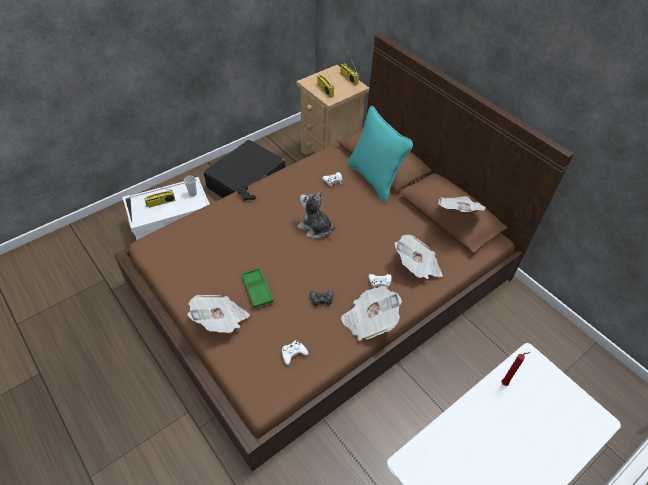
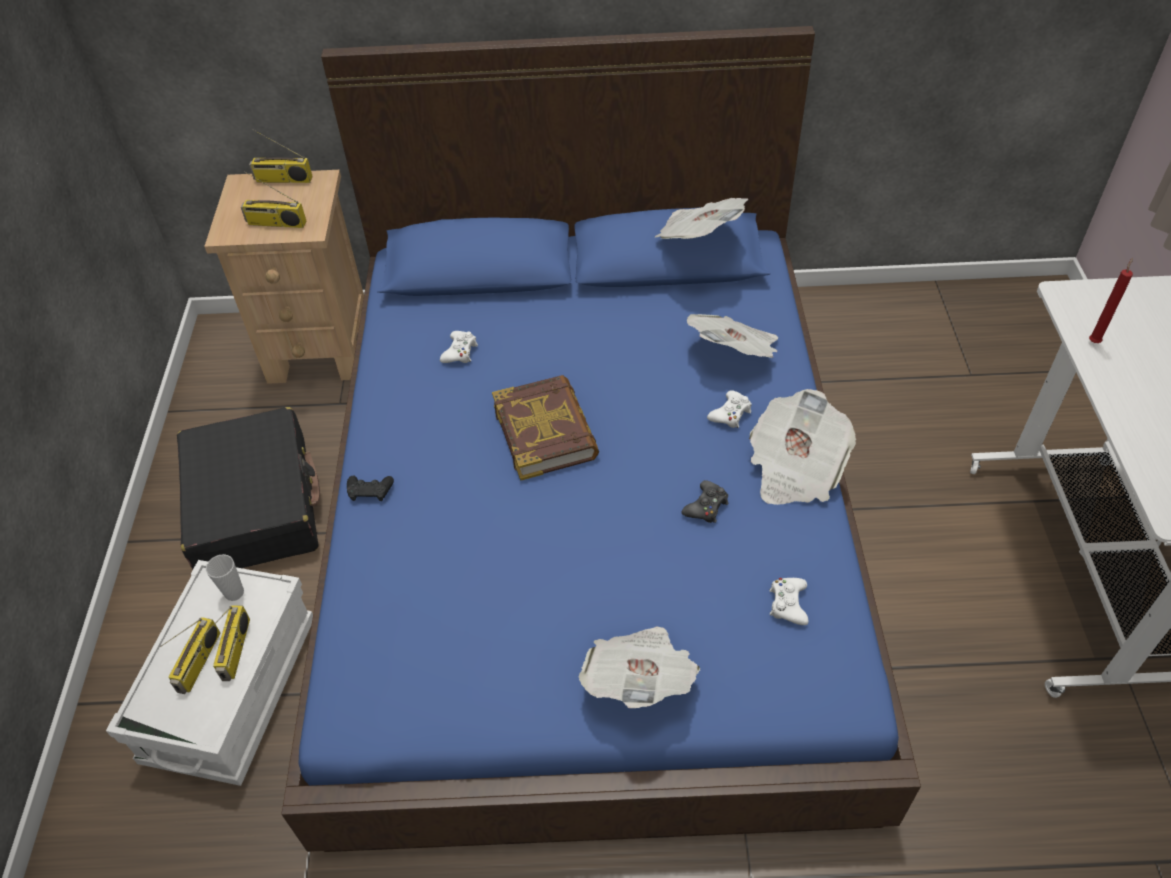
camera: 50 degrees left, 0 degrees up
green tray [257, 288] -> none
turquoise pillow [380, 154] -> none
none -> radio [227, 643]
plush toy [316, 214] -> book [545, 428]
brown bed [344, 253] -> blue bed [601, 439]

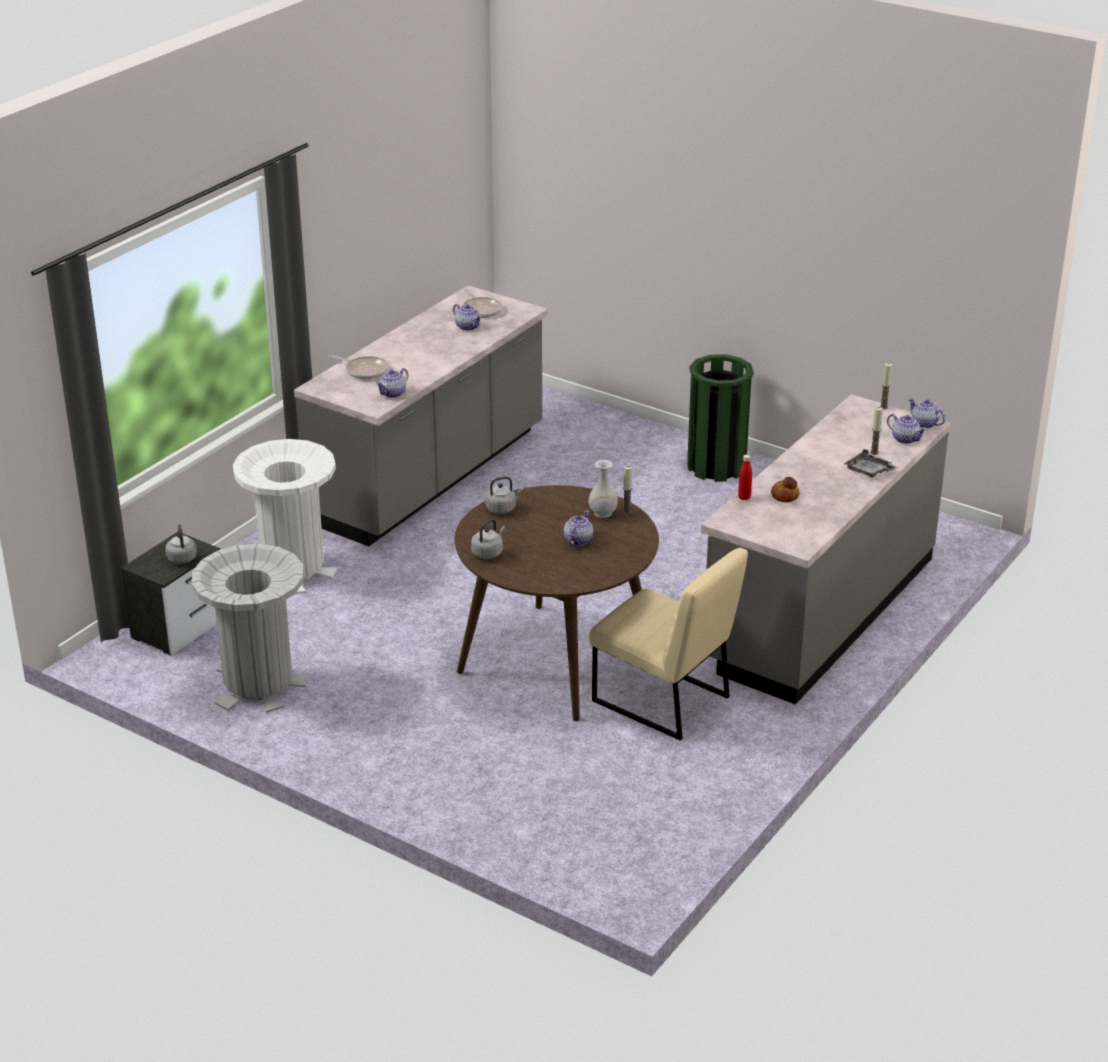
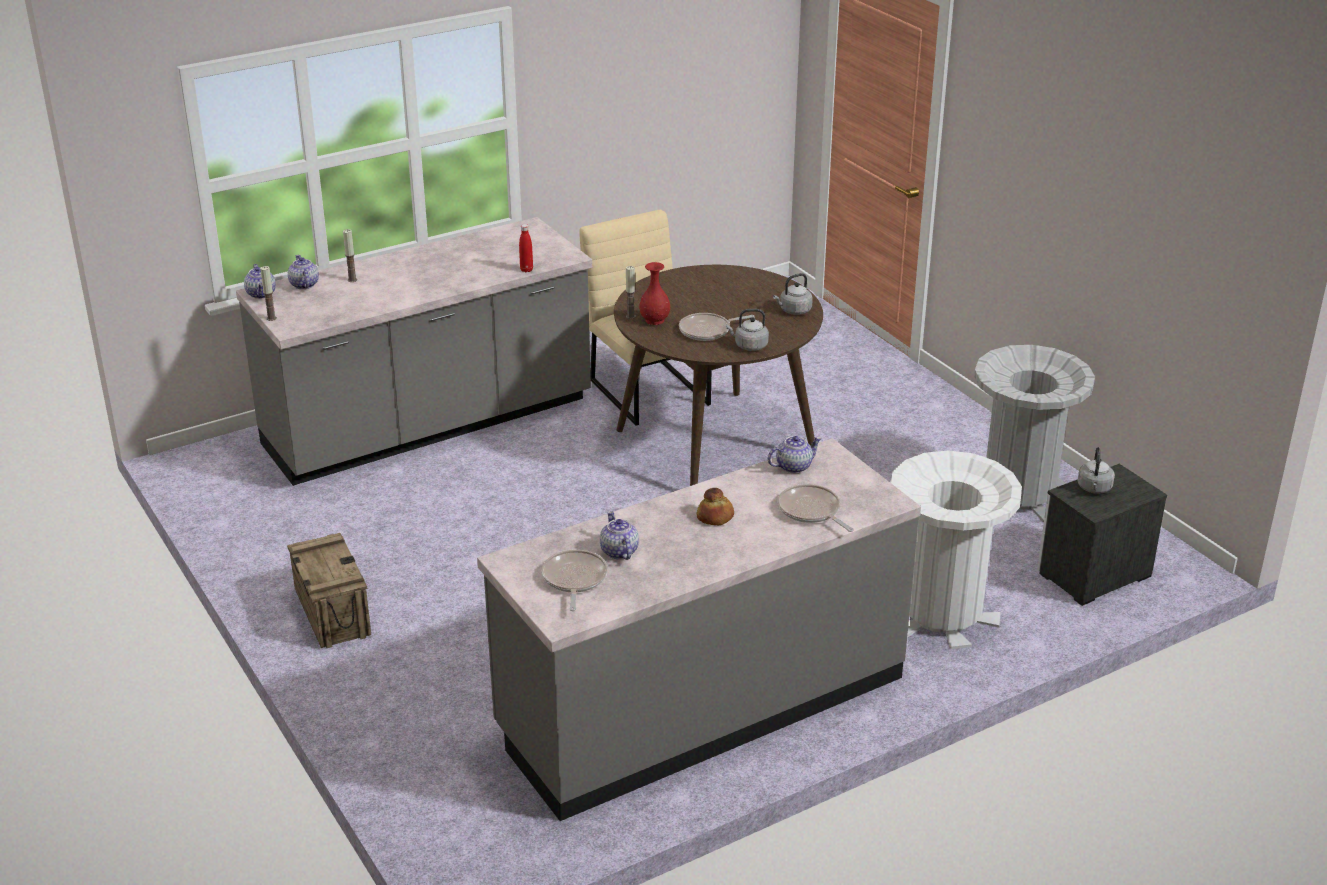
camera: 155 degrees left, 0 degrees up
teapot [578, 528] -> none
grey tray [871, 463] -> none
none -> frying pan [717, 327]
bread [785, 489] -> bread [715, 506], relocated
green trash can [720, 418] -> crate [329, 590]
white vase [603, 489] -> red vase [654, 293]

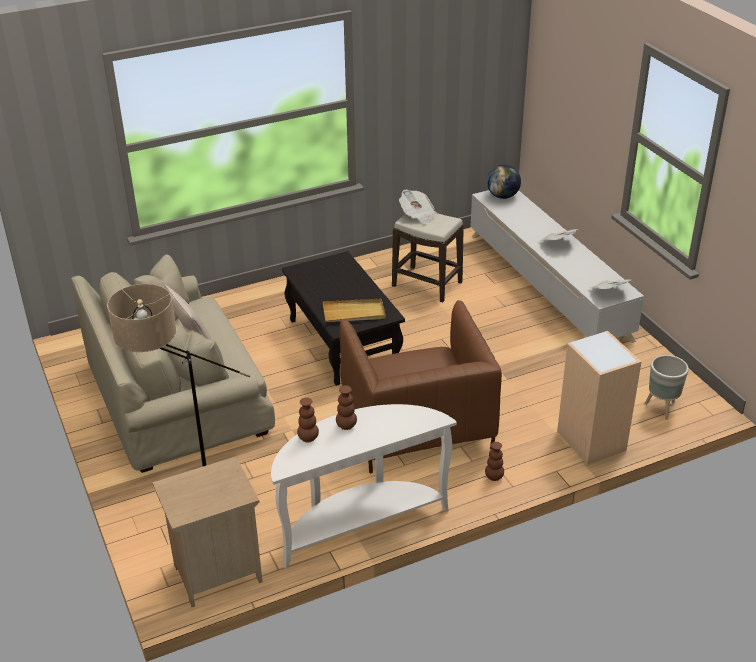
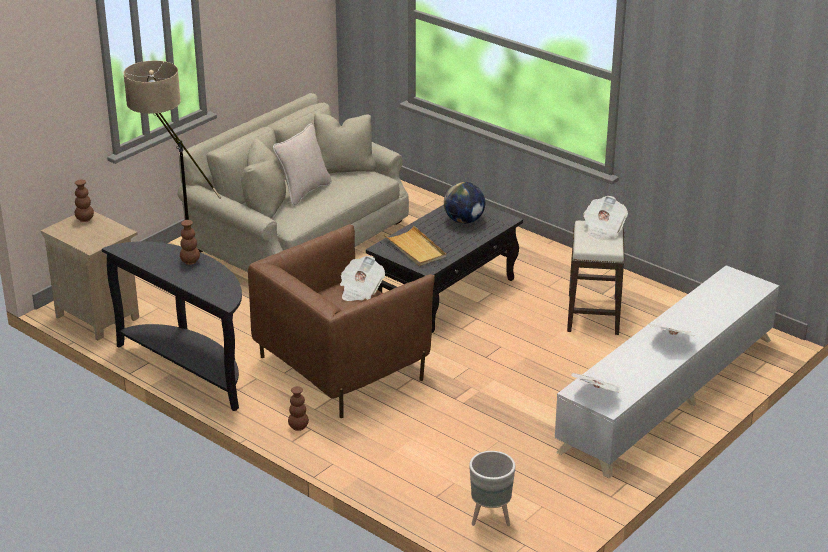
camera: 65 degrees right, 5 degrees down
bookcase [599, 398] -> none
none -> newspaper [362, 278]
brown vase [308, 420] -> brown vase [84, 201], relocated
globe [504, 182] -> globe [464, 203], relocated
white console table [364, 486] -> black console table [172, 326]

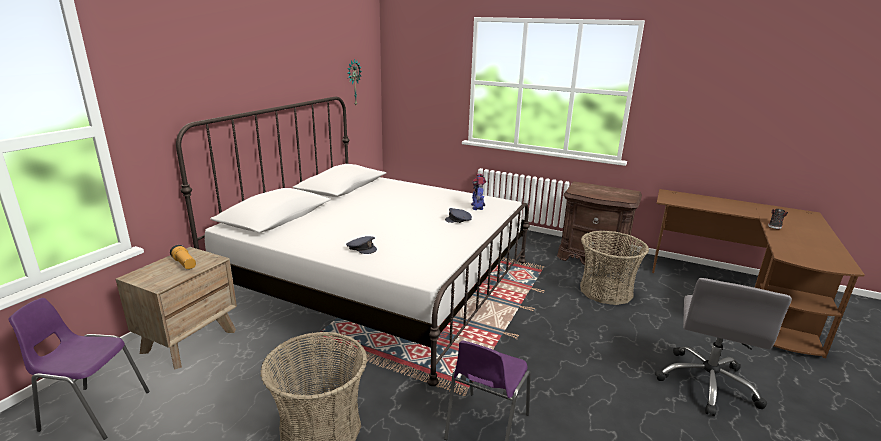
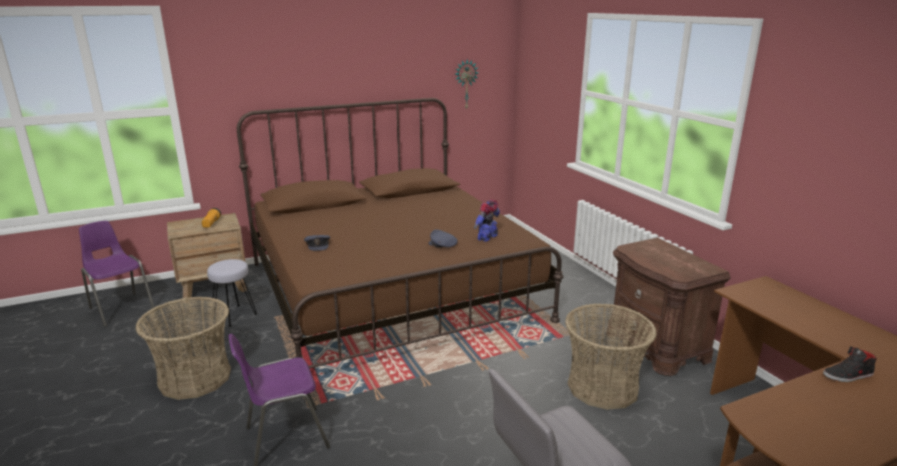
camera: 40 degrees right, 0 degrees up
none -> grey stool [232, 293]
white bed [353, 241] -> brown bed [400, 233]

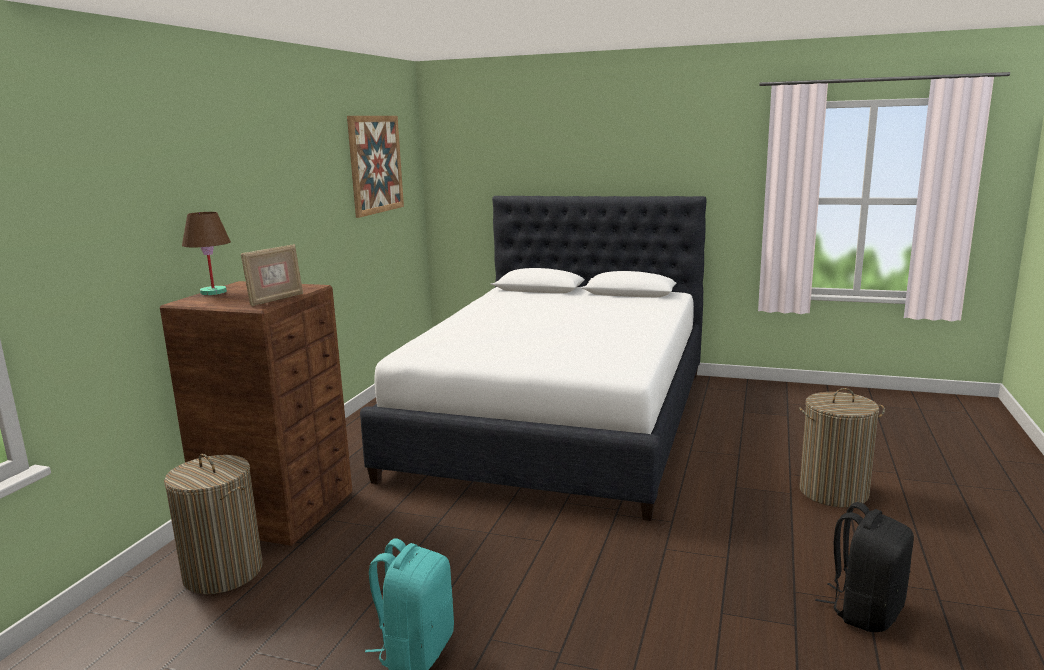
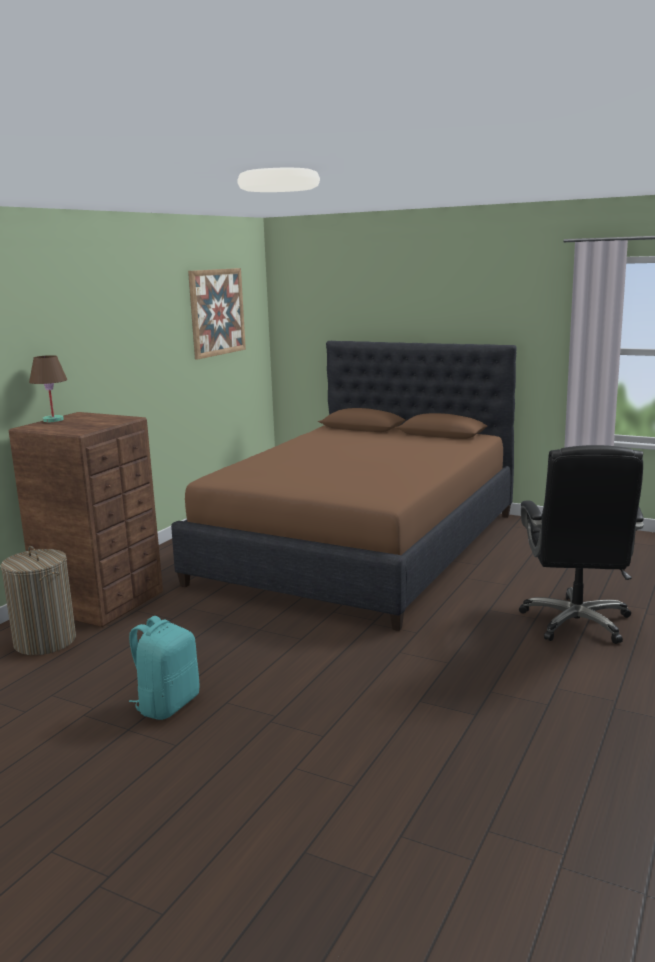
camera: 10 degrees right, 0 degrees up
picture frame [272, 275] -> none
black backpack [864, 567] -> none
laundry basket [842, 447] -> black office chair [581, 544]
white bed [533, 358] -> brown bed [344, 486]

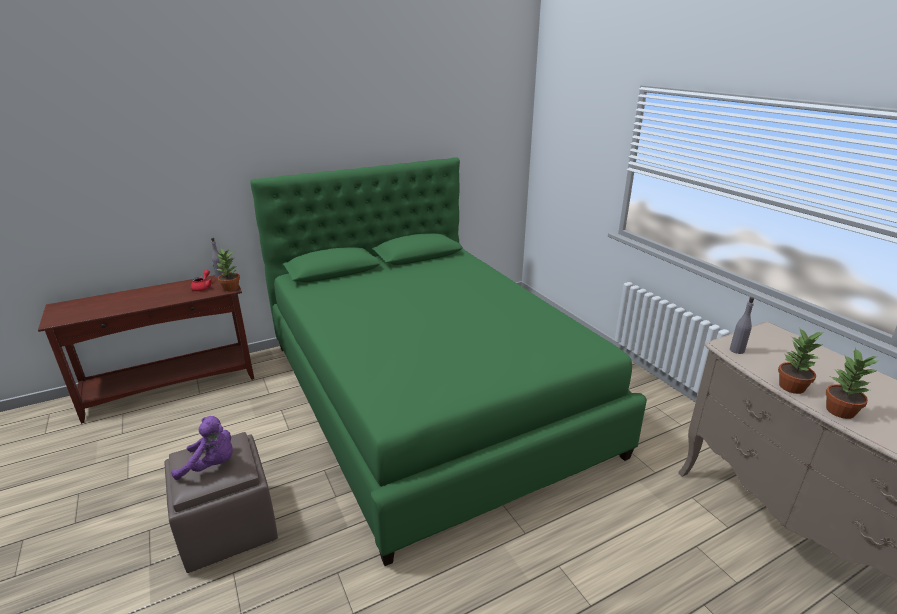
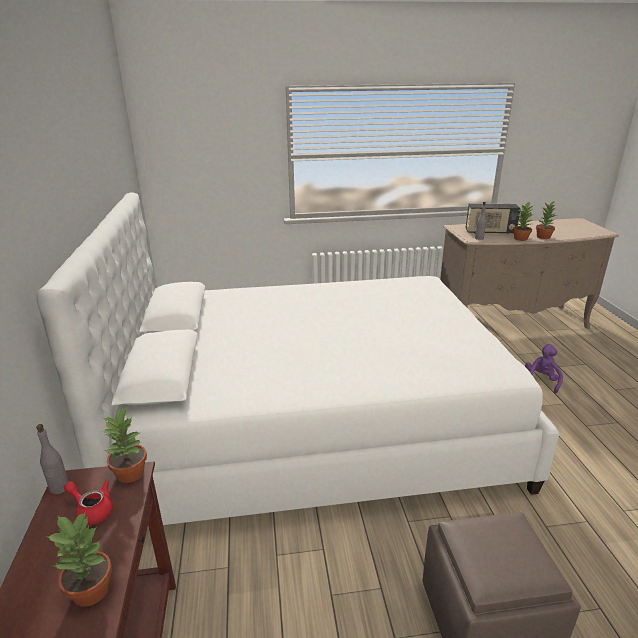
camera: 70 degrees left, 0 degrees up
none -> potted plant [79, 559]
none -> radio [493, 218]
purple plush toy [202, 448] -> purple plush toy [544, 369], relocated
green bed [448, 361] -> white bed [297, 358]

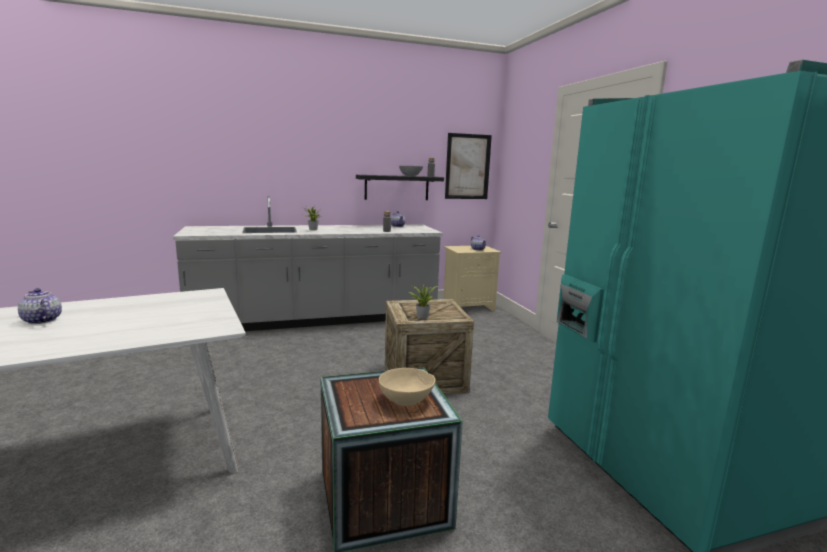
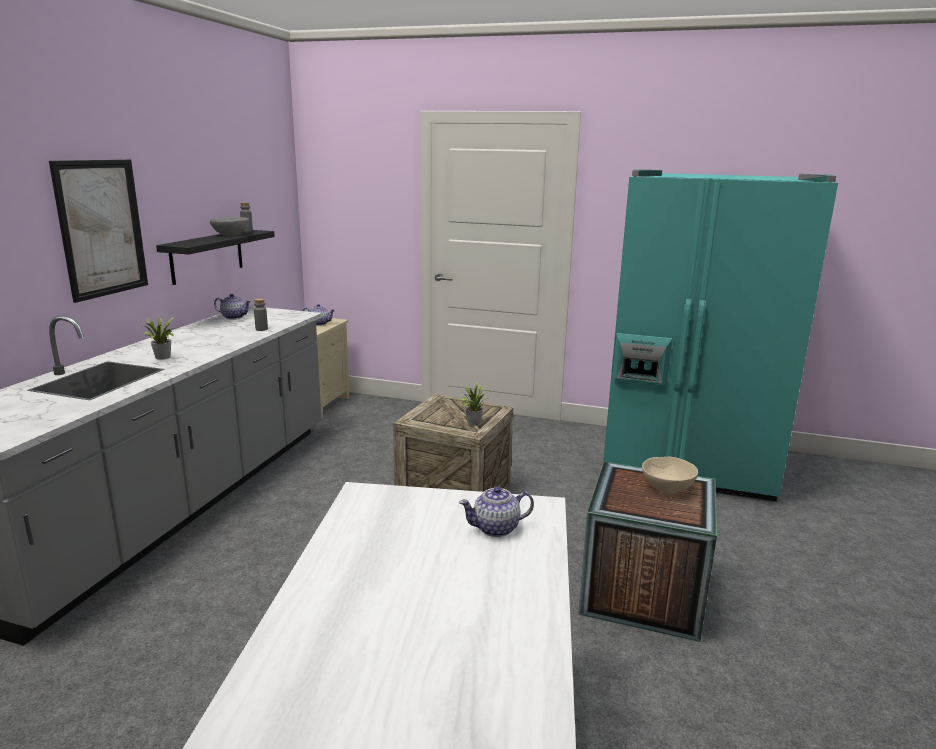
camera: 55 degrees left, 5 degrees up
teapot [40, 306] -> teapot [496, 511], relocated
picture [468, 166] -> picture [98, 231], relocated

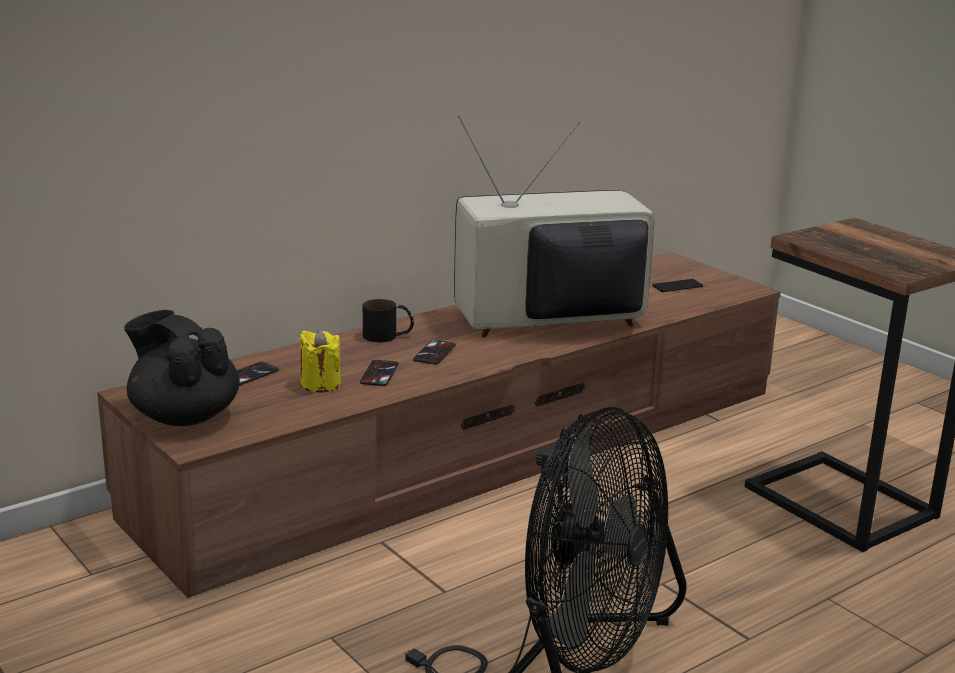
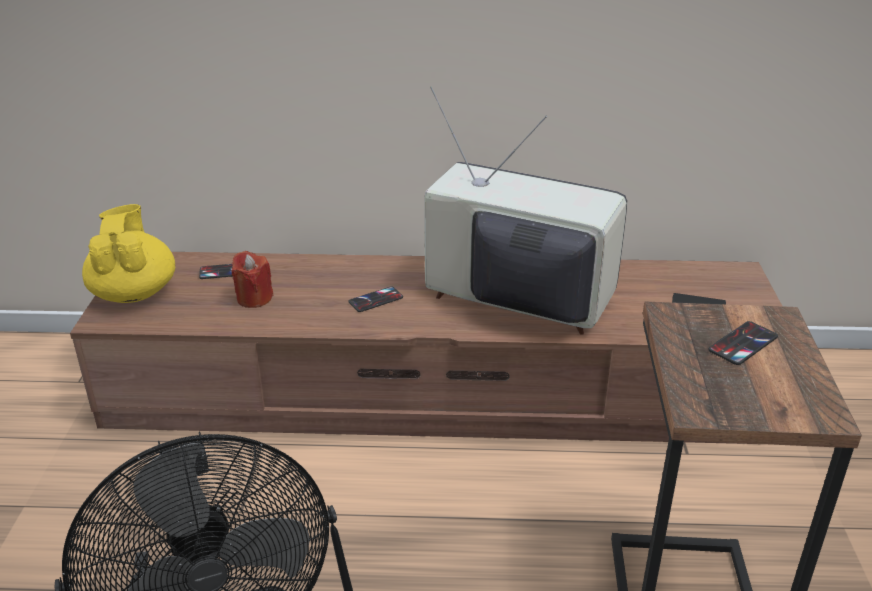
camera: 40 degrees right, 10 degrees up
black mug [388, 320] -> none
phone [379, 373] -> phone [743, 343], relocated
black teapot [182, 368] -> yellow teapot [128, 253]
yellow candle [320, 361] -> red candle [252, 279]

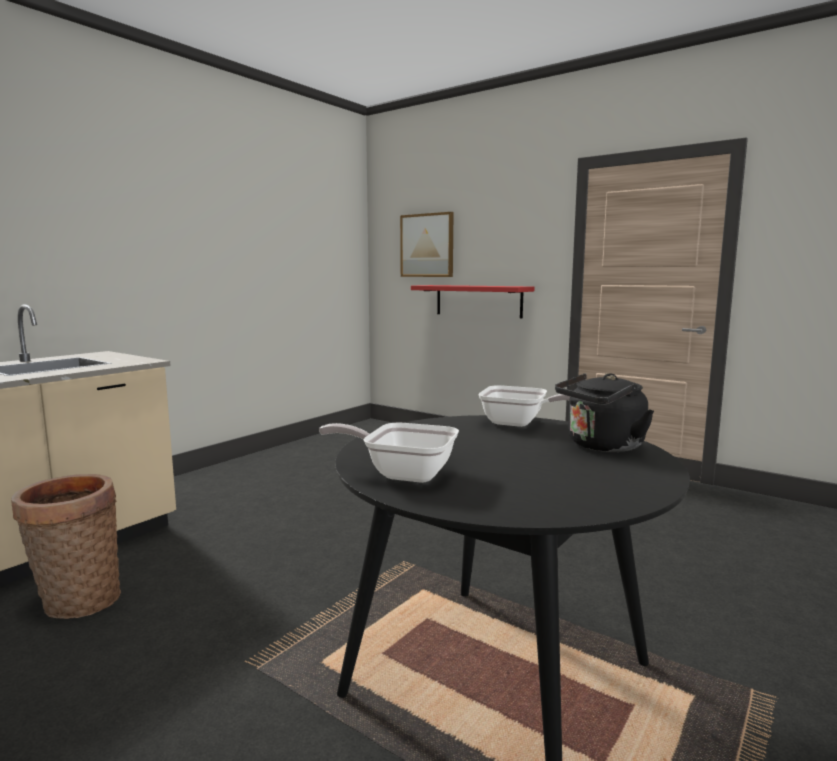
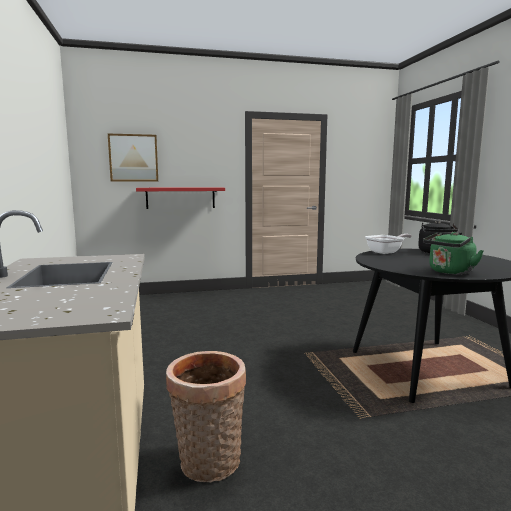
camera: 50 degrees left, 0 degrees up
frying pan [389, 452] -> green kettle [453, 253]

